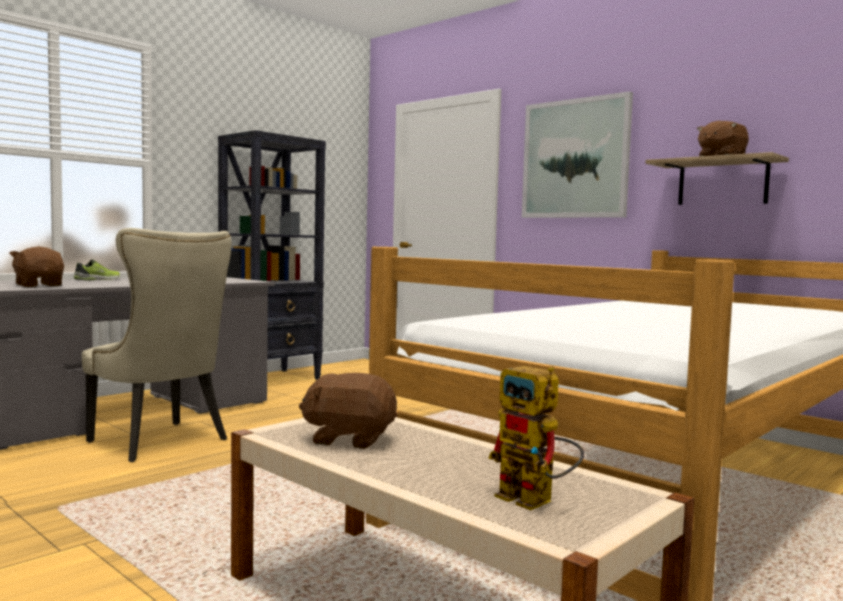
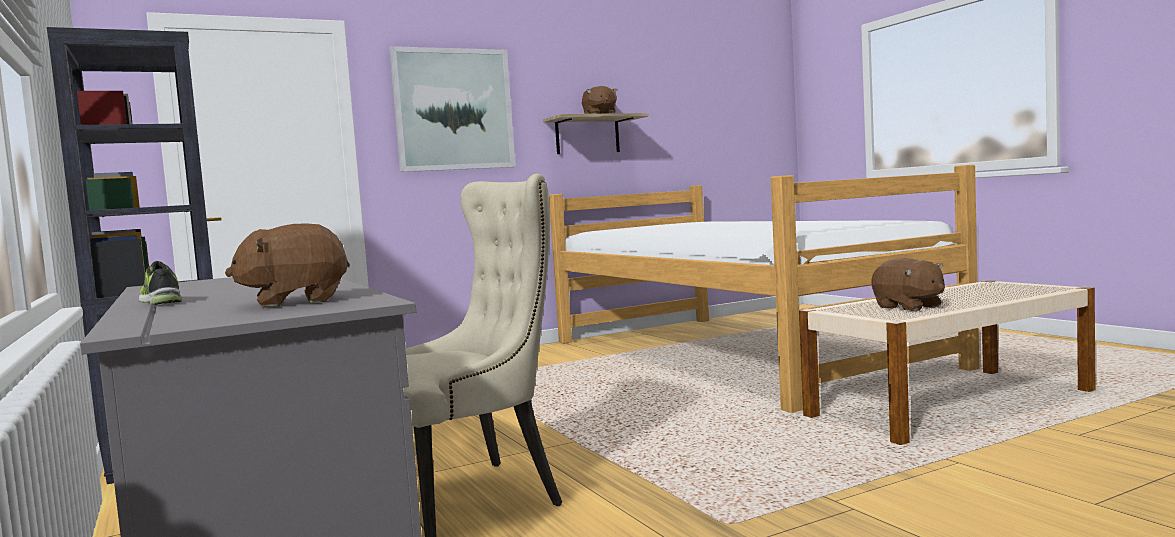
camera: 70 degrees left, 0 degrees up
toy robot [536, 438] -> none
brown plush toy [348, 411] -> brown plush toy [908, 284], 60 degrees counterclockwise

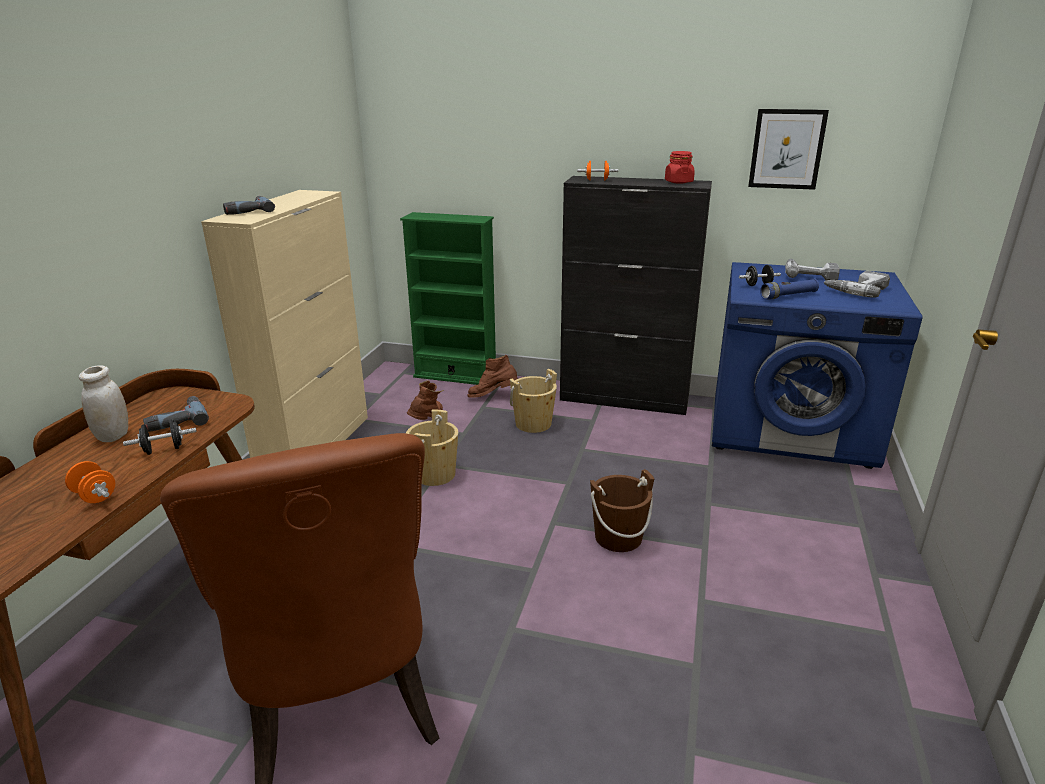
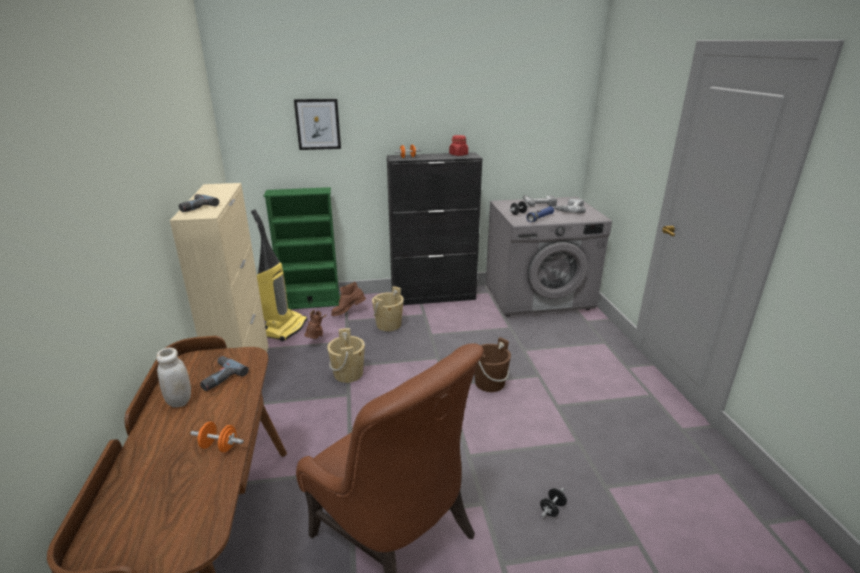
camera: 25 degrees left, 0 degrees up
none -> vacuum cleaner [279, 275]
black dumbbell [160, 437] -> black dumbbell [553, 502], relocated
picture [788, 149] -> picture [317, 124], relocated
blue washing machine [817, 365] -> grey washing machine [549, 257]

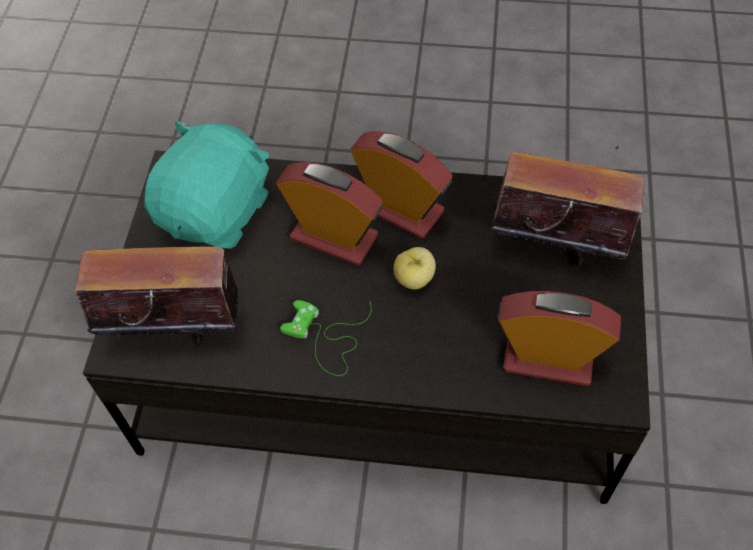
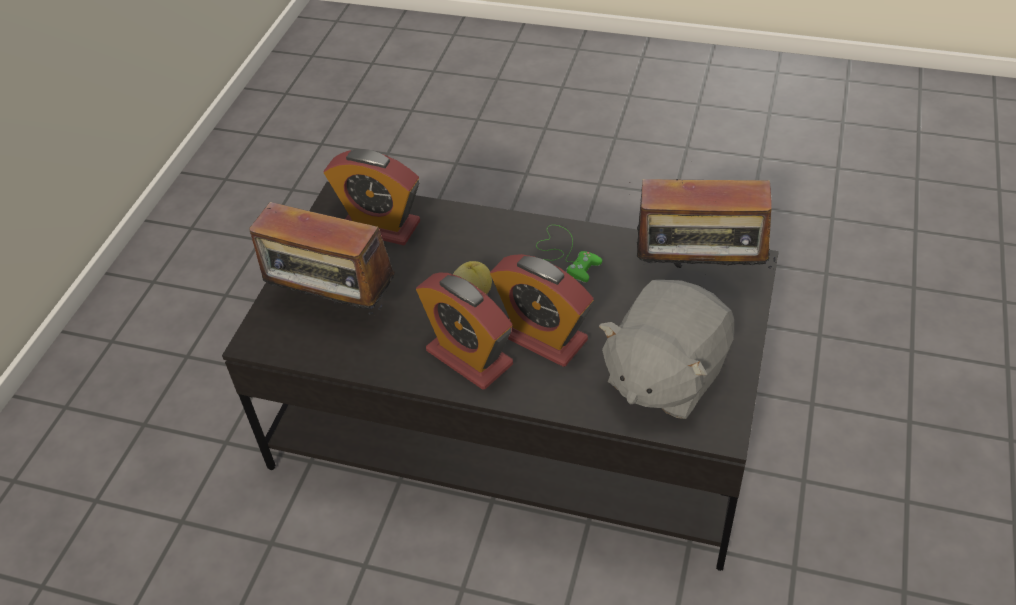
camera: 170 degrees left, 10 degrees down
turquoise plush toy [207, 185] -> grey plush toy [666, 349]

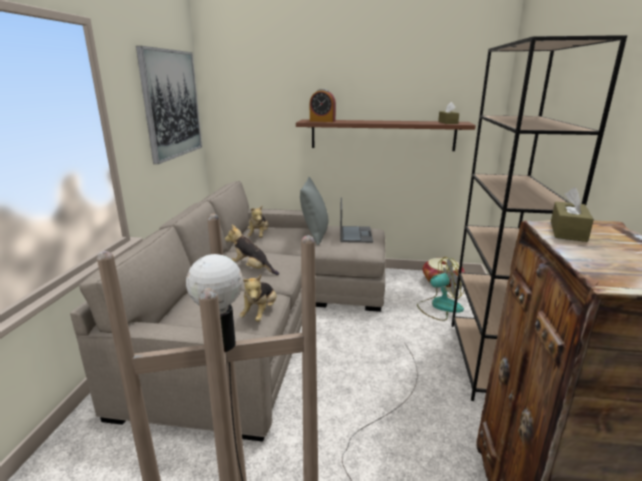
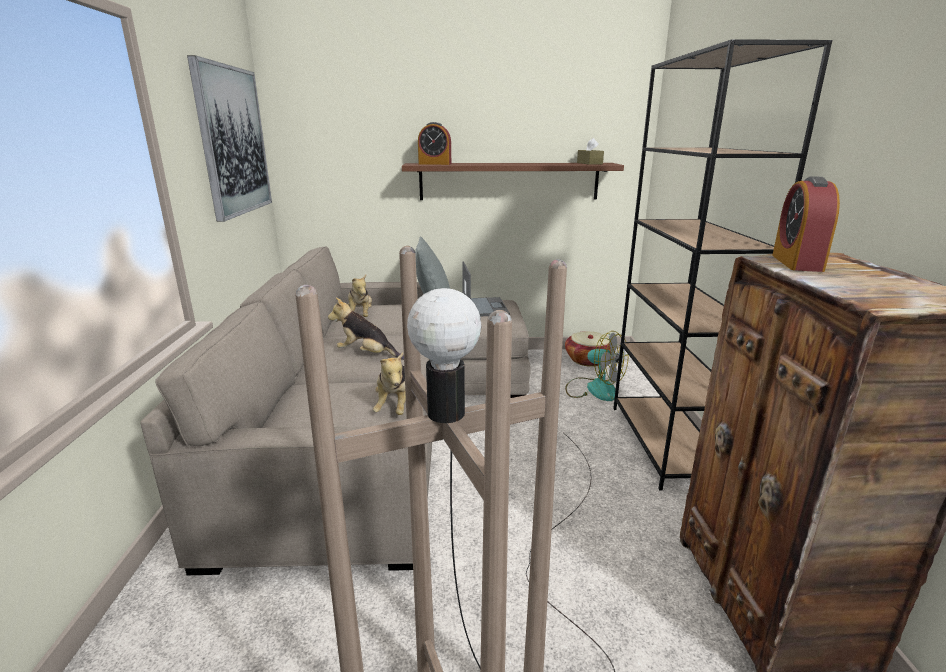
camera: 10 degrees left, 0 degrees up
brown tissue box [572, 214] -> alarm clock [806, 224]
fan [440, 289] -> fan [597, 366], 60 degrees clockwise

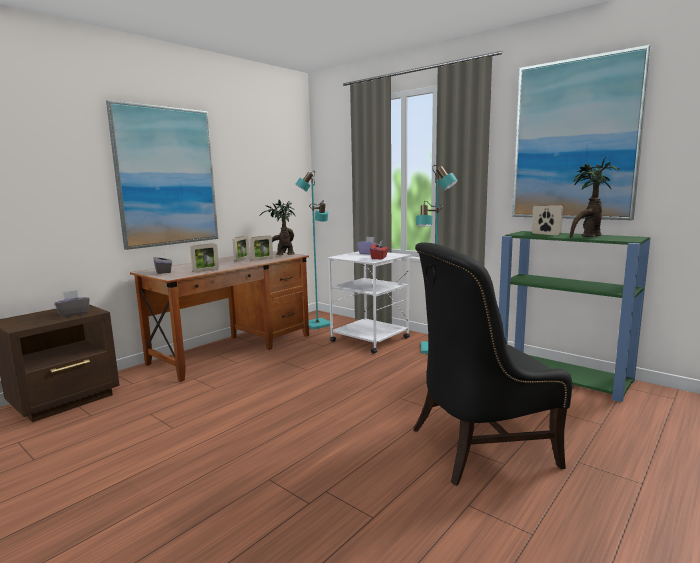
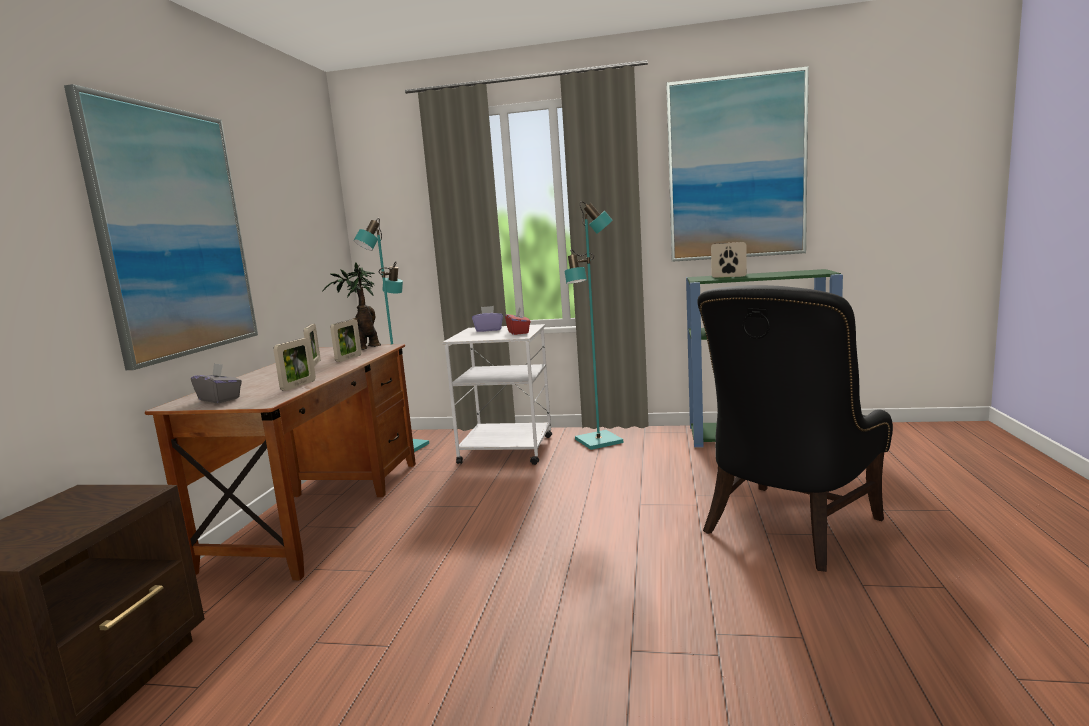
camera: 30 degrees left, 0 degrees up
grey tissue box [72, 303] -> none
potted plant [594, 197] -> none

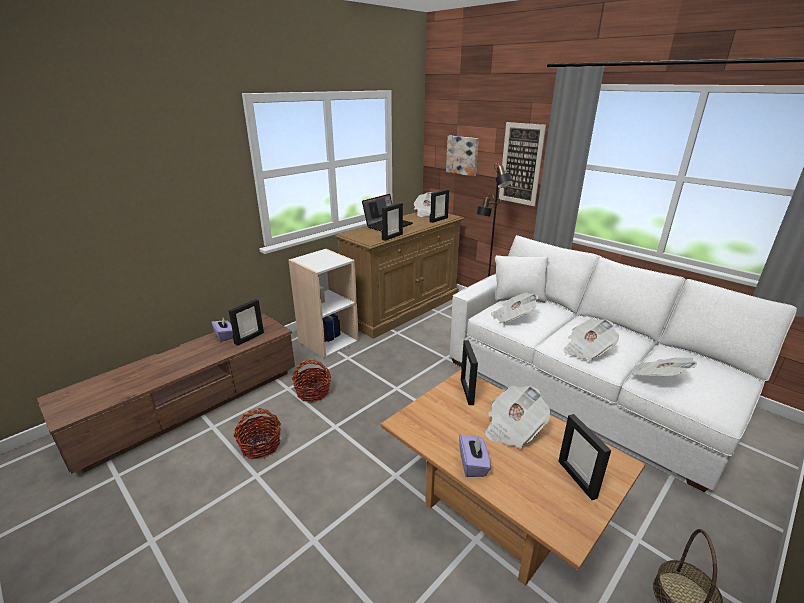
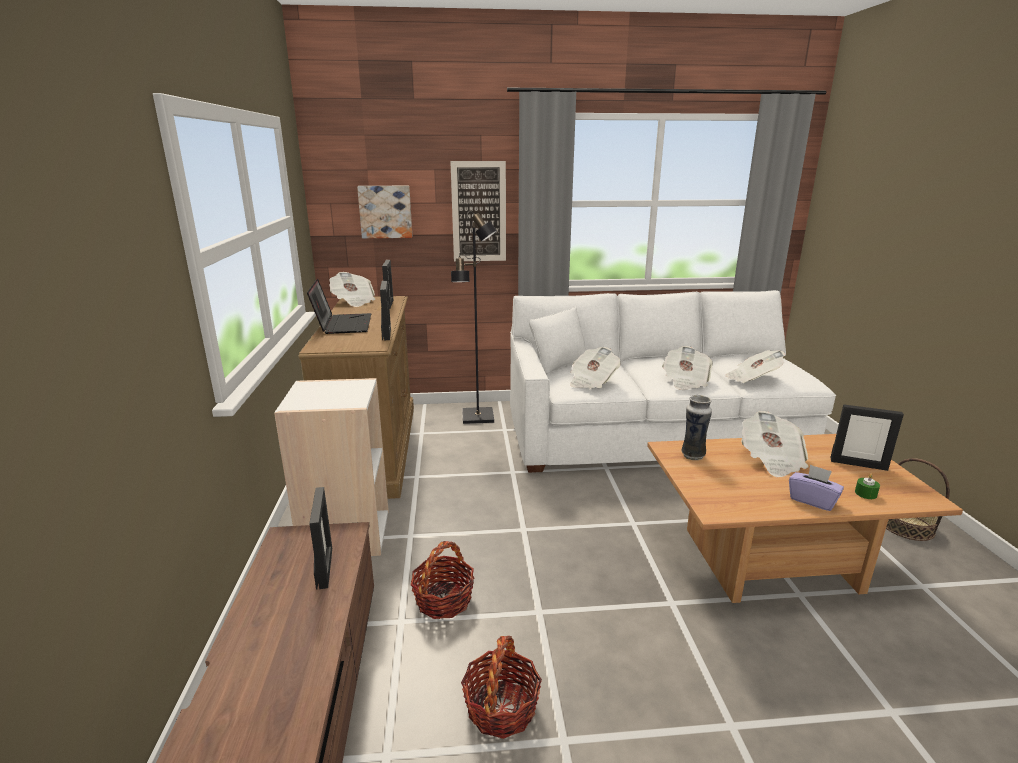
camera: 50 degrees left, 5 degrees down
purple tissue box [222, 330] -> none
none -> green candle [867, 486]
picture frame [469, 372] -> vase [696, 427]

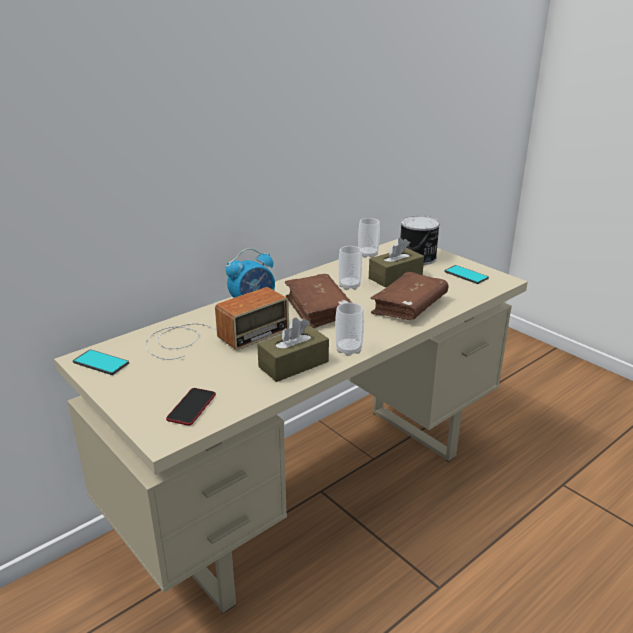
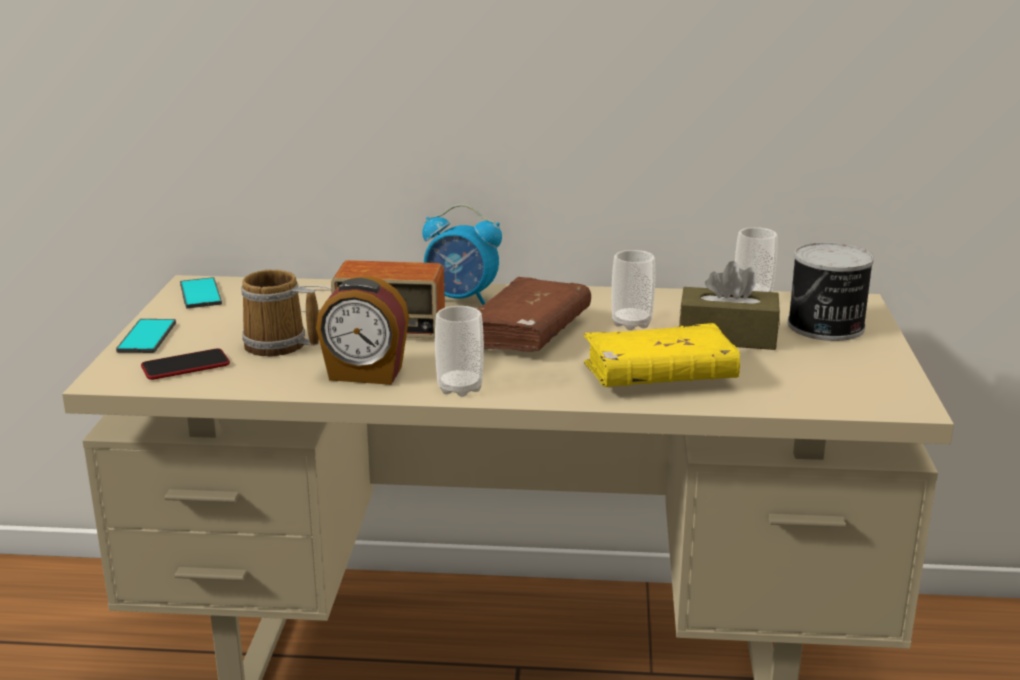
camera: 45 degrees right, 5 degrees down
none -> mug [280, 313]
phone [466, 274] -> phone [146, 336], relocated
brown tissue box [293, 350] -> alarm clock [362, 330]
brown book [409, 296] -> yellow book [661, 355]

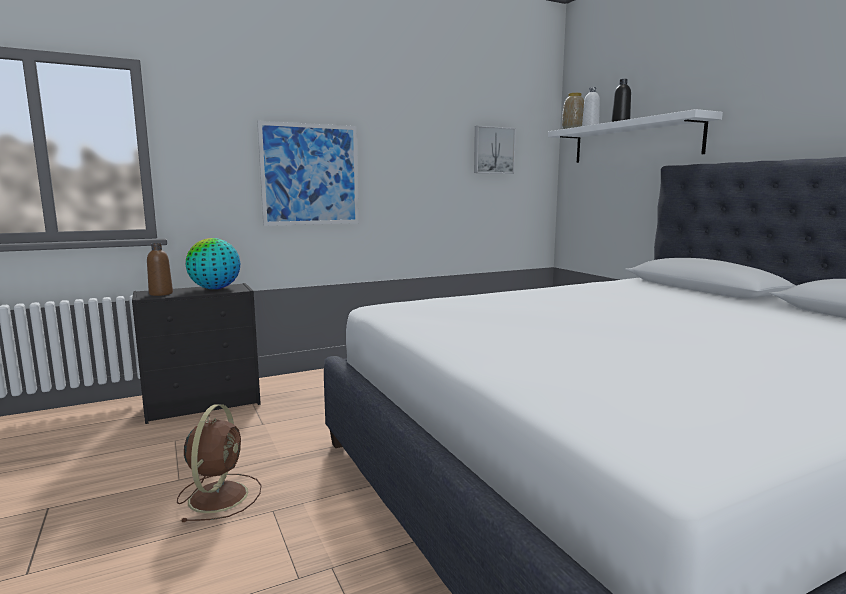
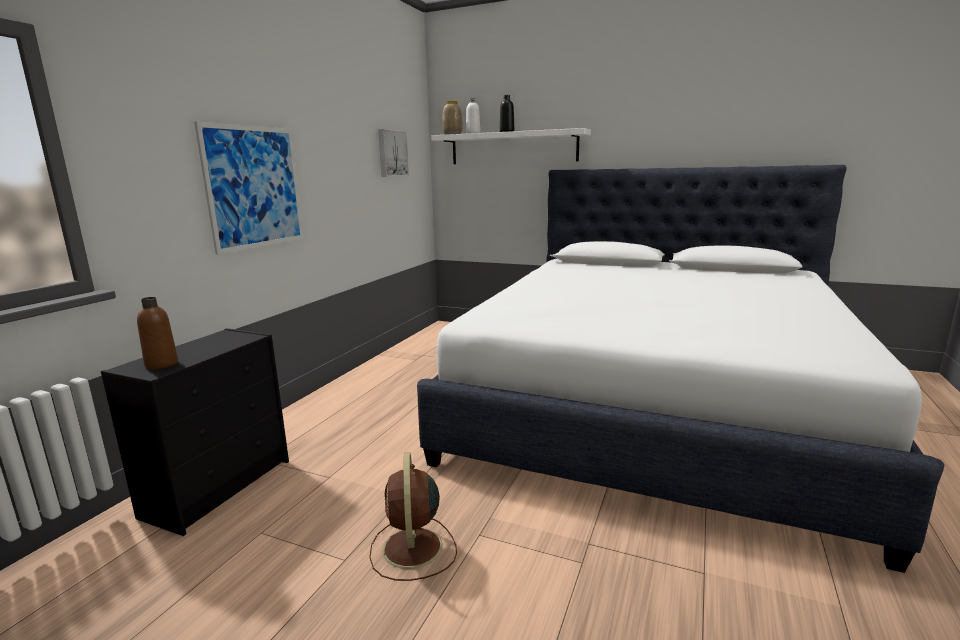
camera: 40 degrees left, 5 degrees up
globe [213, 263] -> none
brown fan [219, 463] -> brown fan [413, 516], 150 degrees counterclockwise

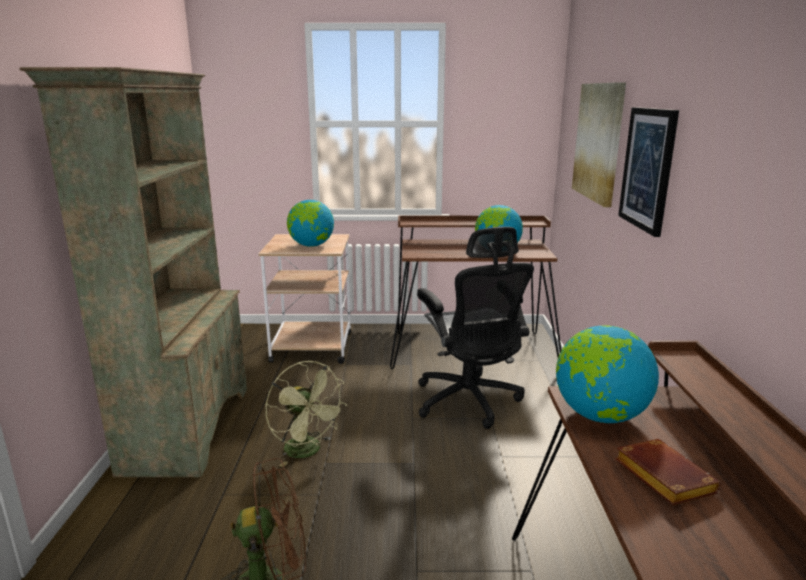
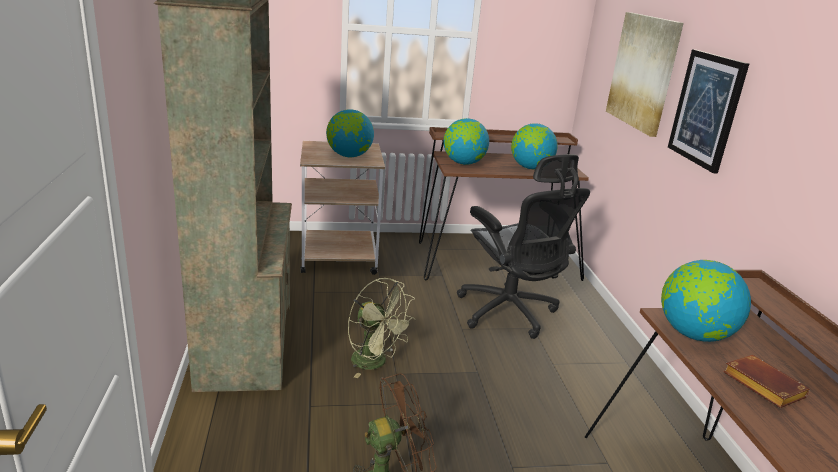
camera: 10 degrees left, 5 degrees up
none -> globe [466, 141]

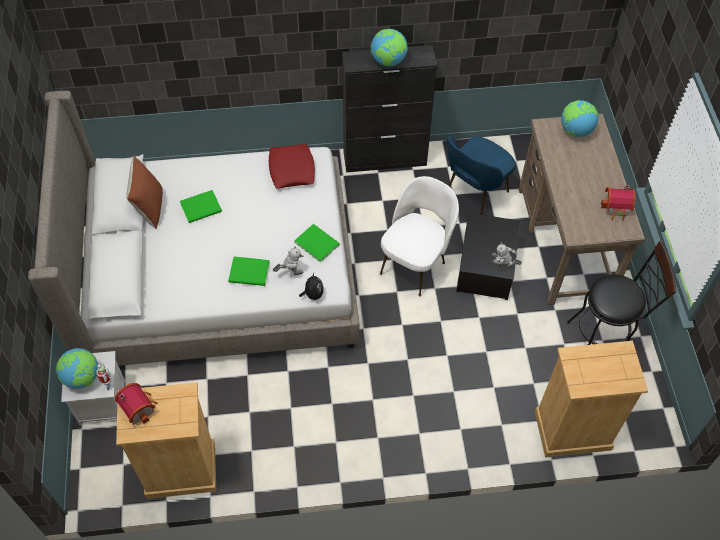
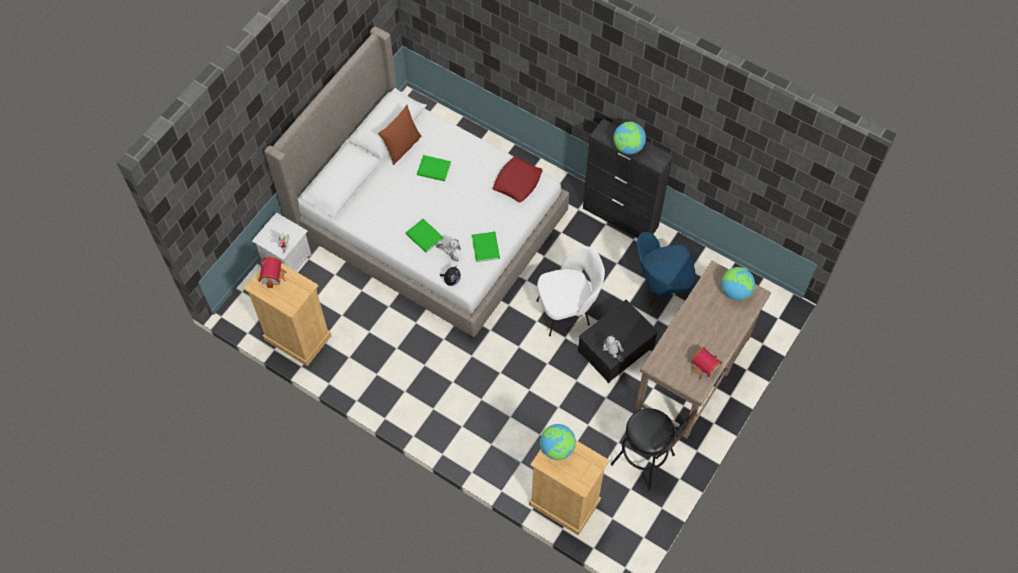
camera: 40 degrees right, 5 degrees up
globe [77, 368] -> globe [558, 442], relocated

